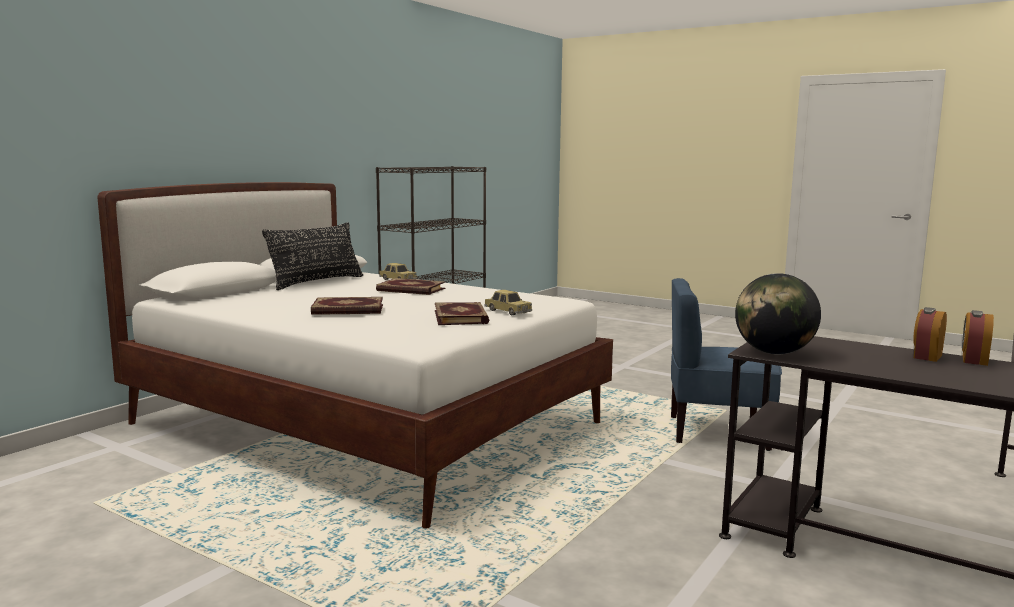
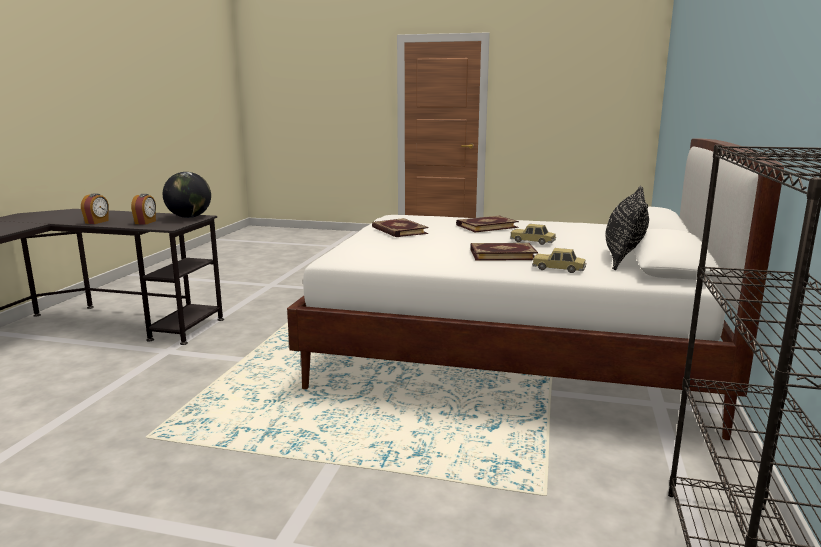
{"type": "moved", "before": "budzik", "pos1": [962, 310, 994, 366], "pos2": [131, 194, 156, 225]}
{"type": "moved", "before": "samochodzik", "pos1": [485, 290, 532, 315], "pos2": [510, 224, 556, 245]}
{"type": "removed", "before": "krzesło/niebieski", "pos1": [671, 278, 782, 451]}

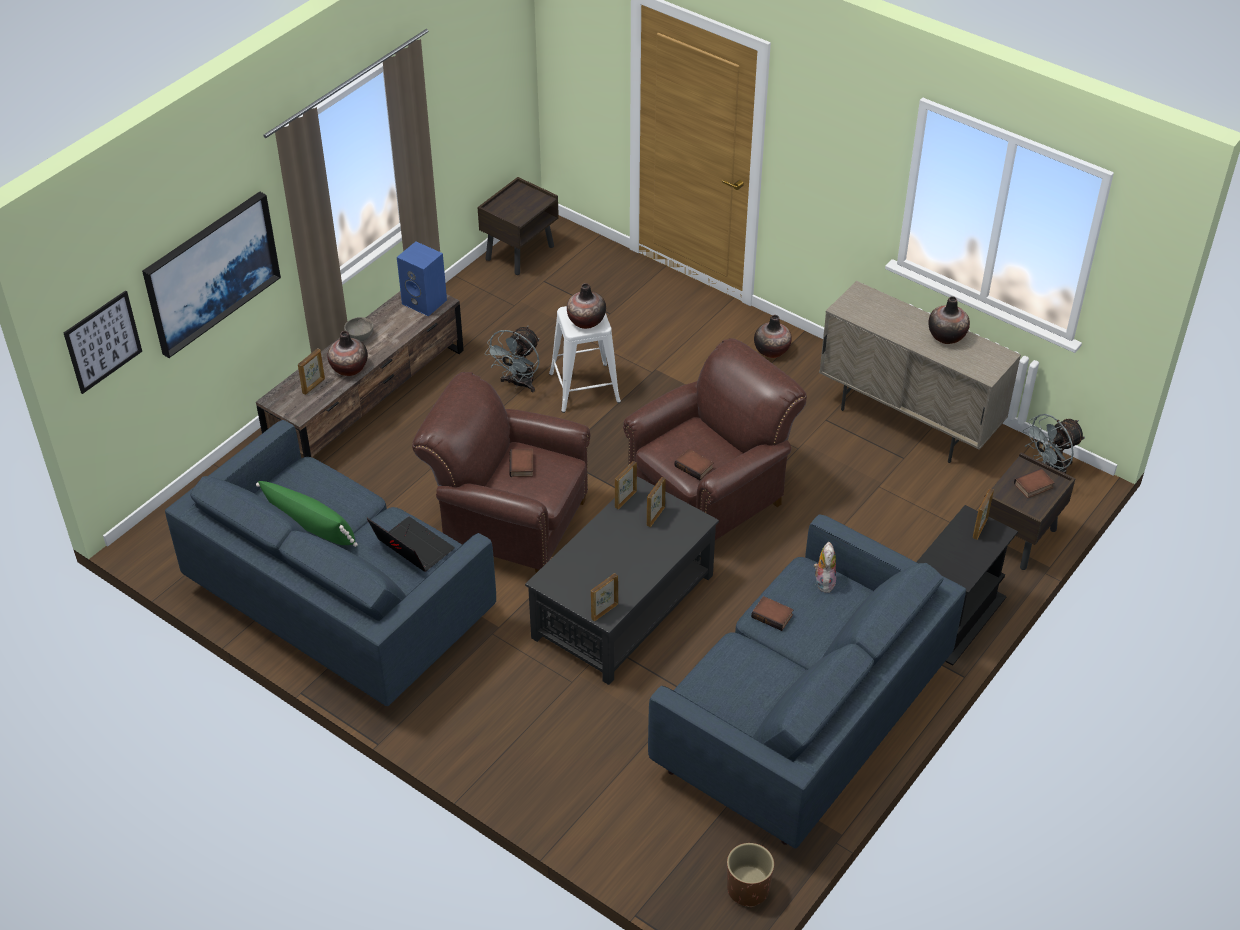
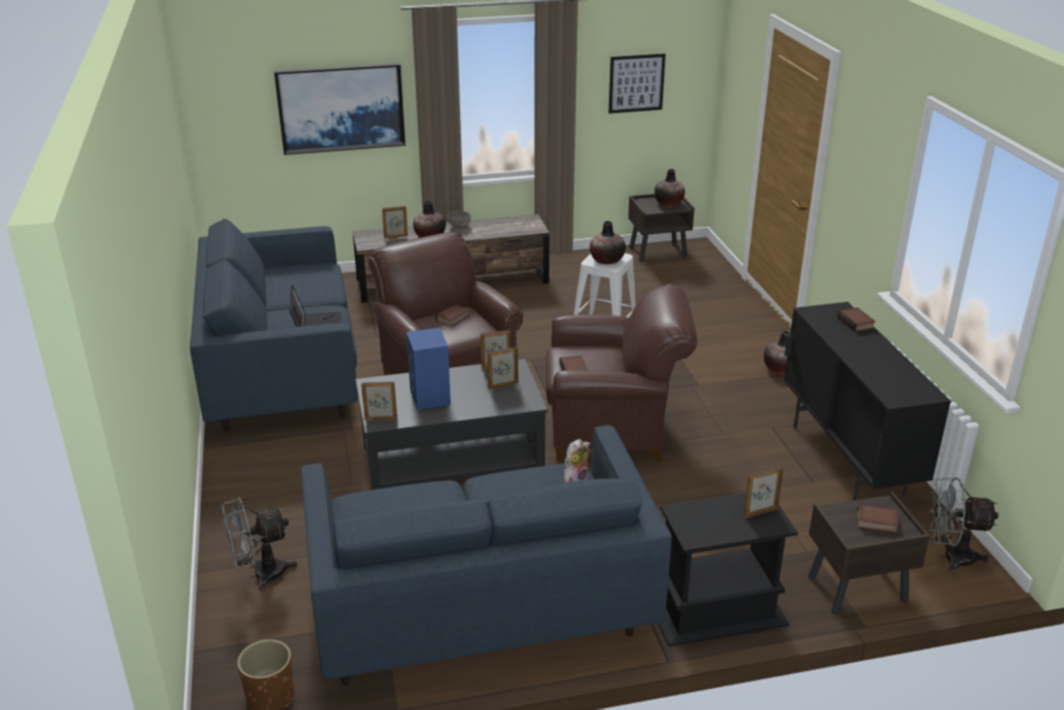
{"type": "moved", "before": "wentylator/szary", "pos1": [485, 326, 540, 392], "pos2": [222, 497, 297, 591]}
{"type": "moved", "before": "głośnik/niebieski", "pos1": [397, 241, 447, 316], "pos2": [406, 328, 451, 410]}
{"type": "moved", "before": "obraz", "pos1": [64, 290, 142, 394], "pos2": [609, 54, 666, 114]}
{"type": "moved", "before": "wazon", "pos1": [928, 296, 970, 344], "pos2": [654, 169, 685, 207]}
{"type": "recoloured", "before": "szafka/beżowy", "after": "szafka/czarny", "pos1": [819, 281, 1021, 463], "pos2": [784, 302, 951, 501]}
{"type": "moved", "before": "książka", "pos1": [751, 596, 794, 631], "pos2": [837, 307, 876, 332]}
{"type": "removed", "before": "poduszka/zielony", "pos1": [256, 481, 358, 547]}

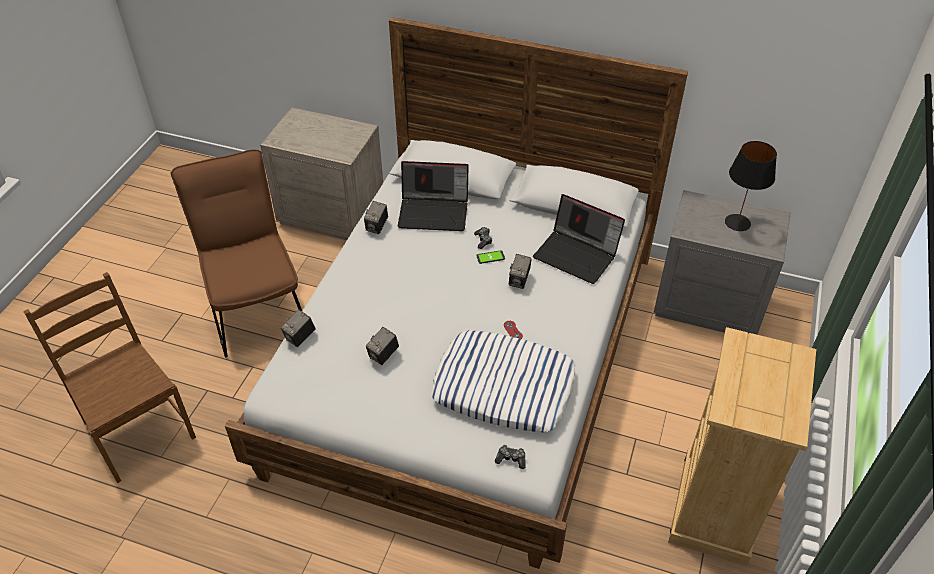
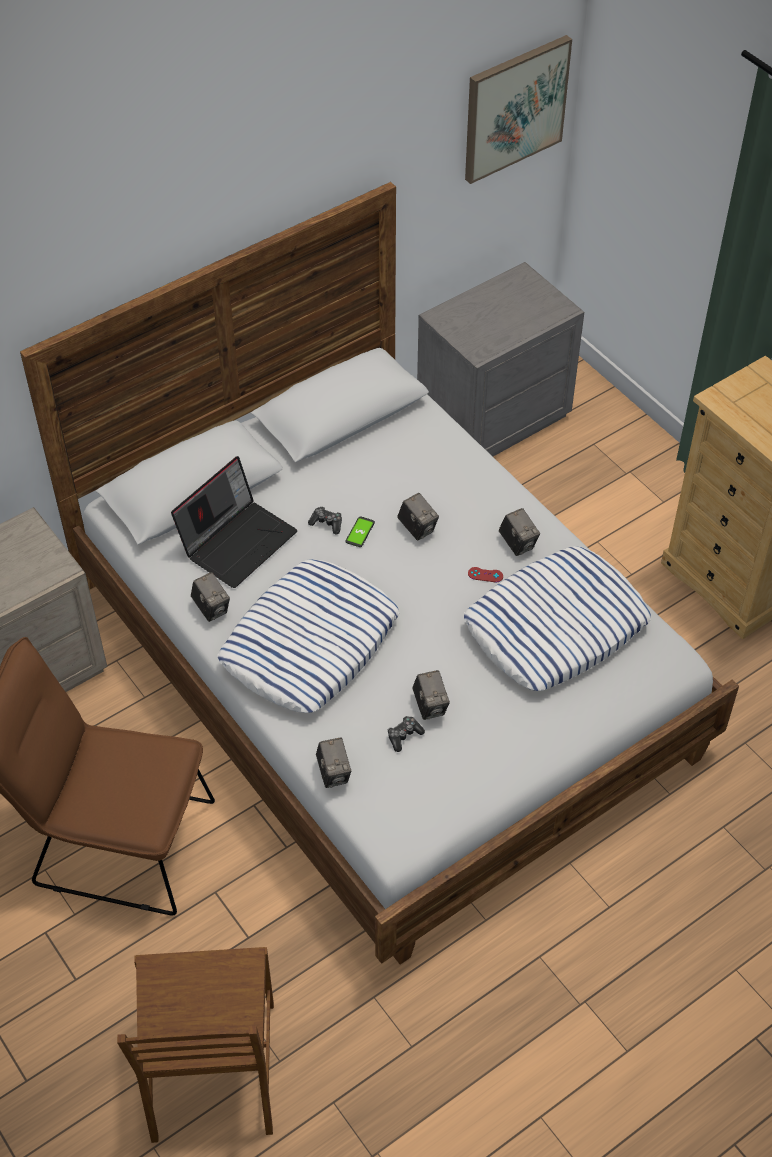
{"type": "turned", "before": "krzesło/brązowy", "pos1": [23, 272, 196, 483], "pos2": [117, 947, 274, 1143], "turn": -90}
{"type": "added", "after": "poduszka", "pos2": [218, 559, 399, 713]}
{"type": "moved", "before": "pad do gier", "pos1": [495, 445, 526, 469], "pos2": [387, 716, 425, 752]}
{"type": "added", "after": "obraz", "pos2": [465, 35, 572, 184]}
{"type": "added", "after": "aparat fotograficzny", "pos2": [499, 508, 540, 556]}
{"type": "removed", "before": "laptop", "pos1": [533, 194, 625, 284]}
{"type": "removed", "before": "lampa stołowa/czarny", "pos1": [725, 141, 777, 231]}

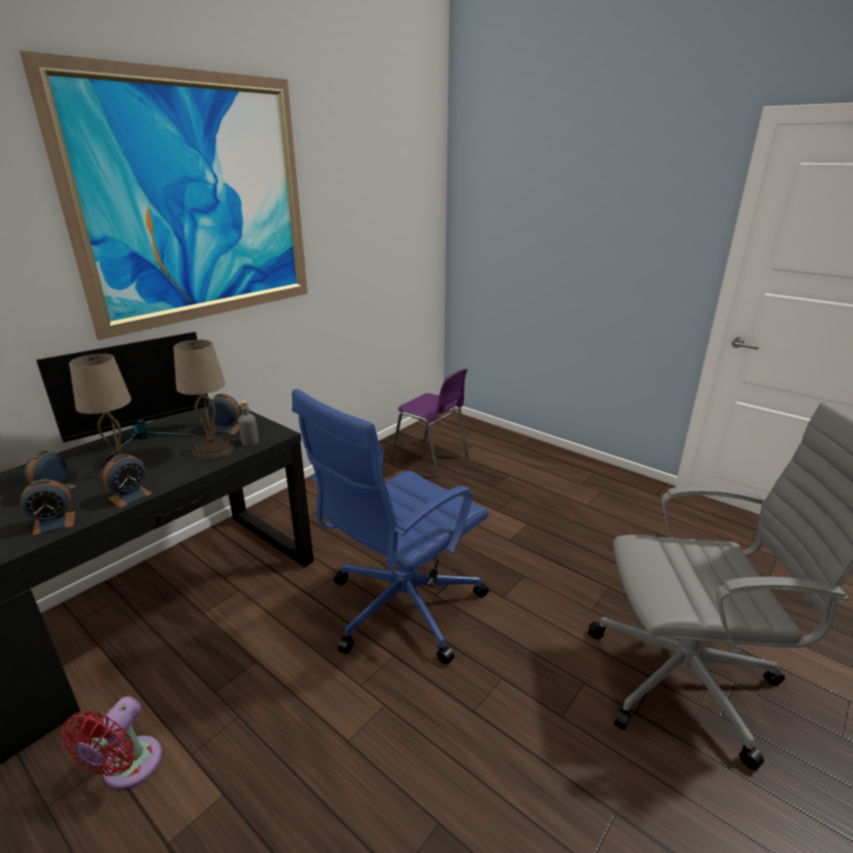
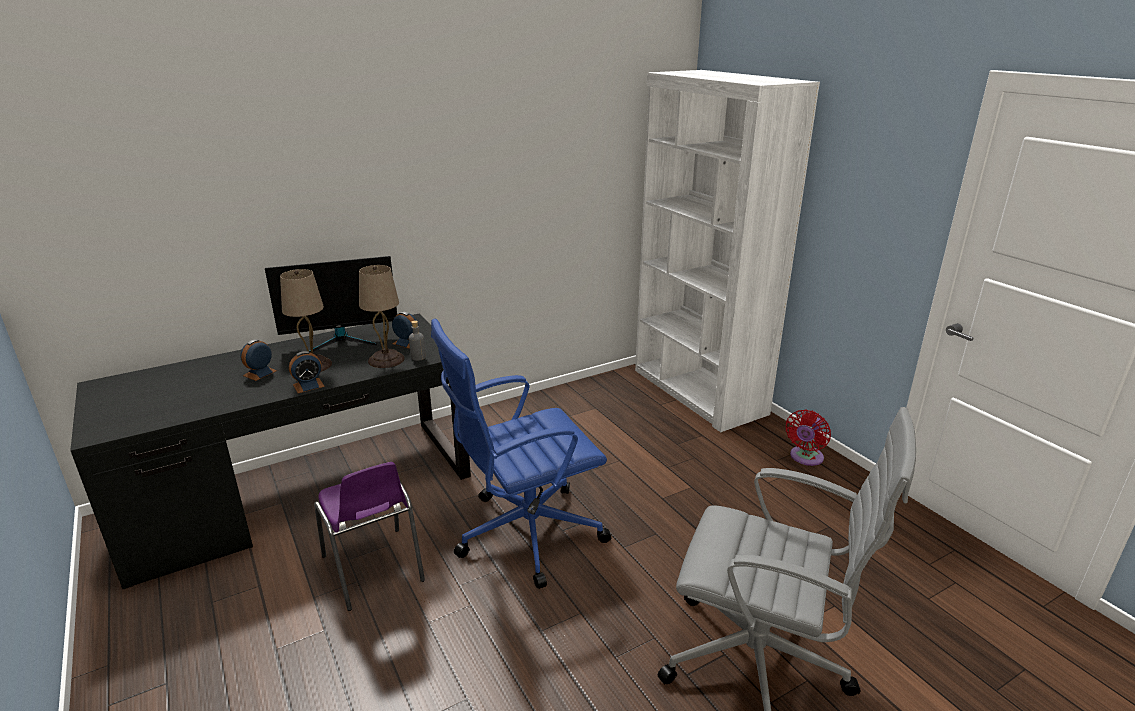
{"type": "moved", "before": "krzesło/fioletowy", "pos1": [391, 368, 469, 478], "pos2": [314, 462, 425, 611]}
{"type": "added", "after": "regał/biały", "pos2": [635, 70, 820, 432]}
{"type": "moved", "before": "wentylator/czerwony", "pos1": [61, 696, 162, 790], "pos2": [786, 409, 831, 466]}
{"type": "removed", "before": "obraz", "pos1": [19, 50, 308, 340]}
{"type": "removed", "before": "budzik", "pos1": [20, 479, 75, 536]}

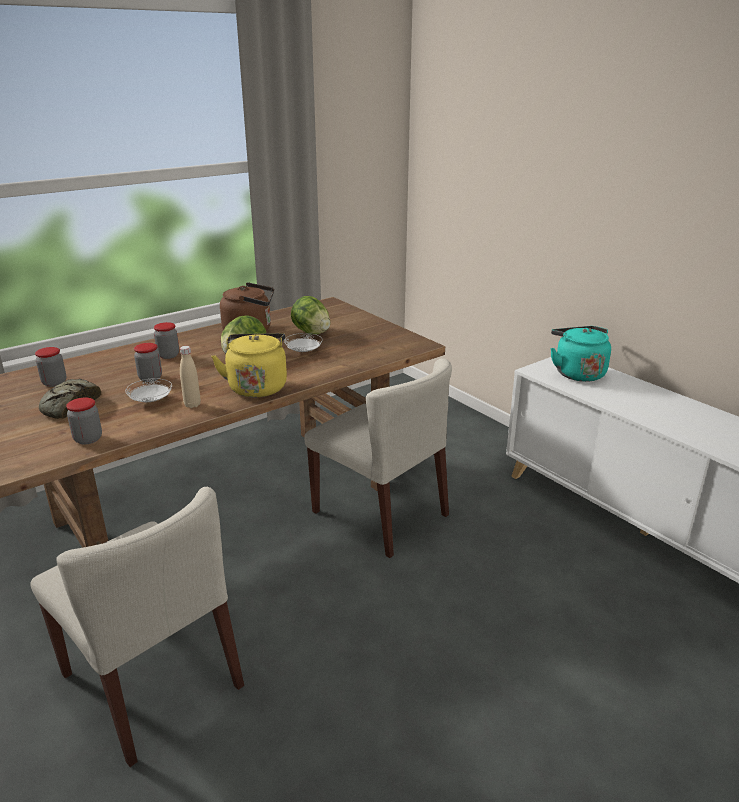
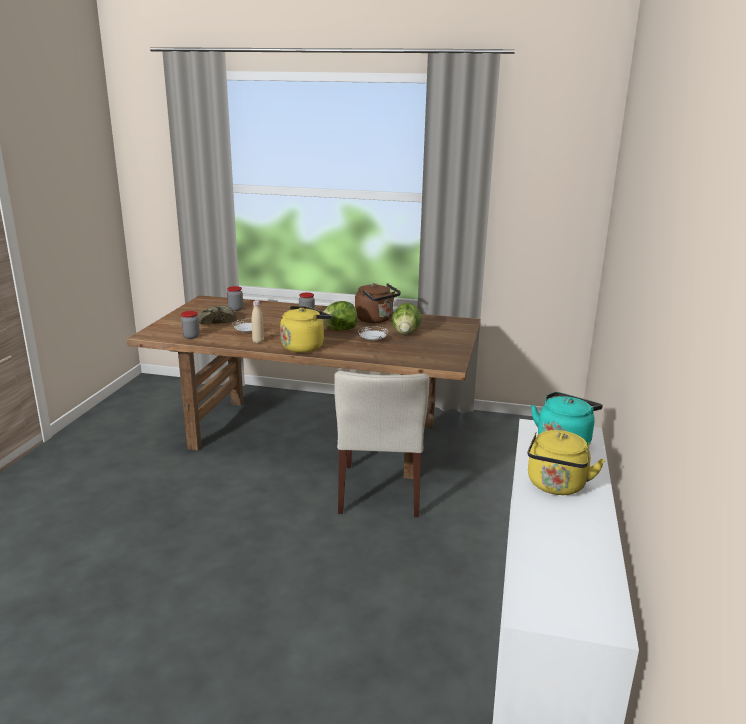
{"type": "added", "after": "czajnik/żółty", "pos2": [527, 430, 605, 495]}
{"type": "removed", "before": "krzesło/beżowy", "pos1": [30, 487, 244, 767]}
{"type": "removed", "before": "słoik", "pos1": [134, 343, 162, 382]}

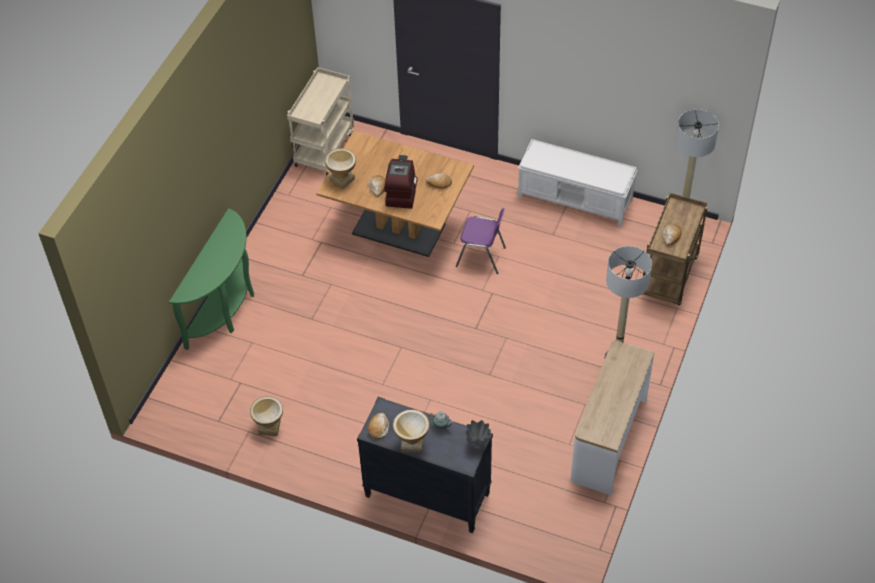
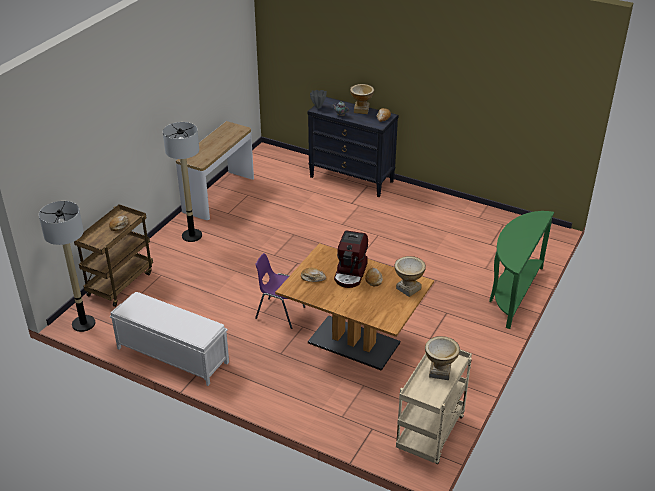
{"type": "moved", "before": "wazon", "pos1": [250, 396, 283, 436], "pos2": [425, 336, 460, 380]}

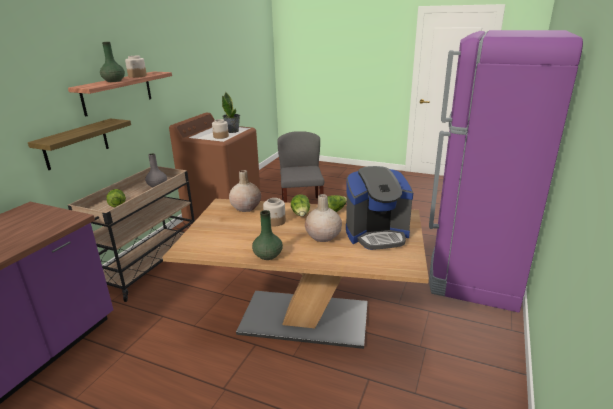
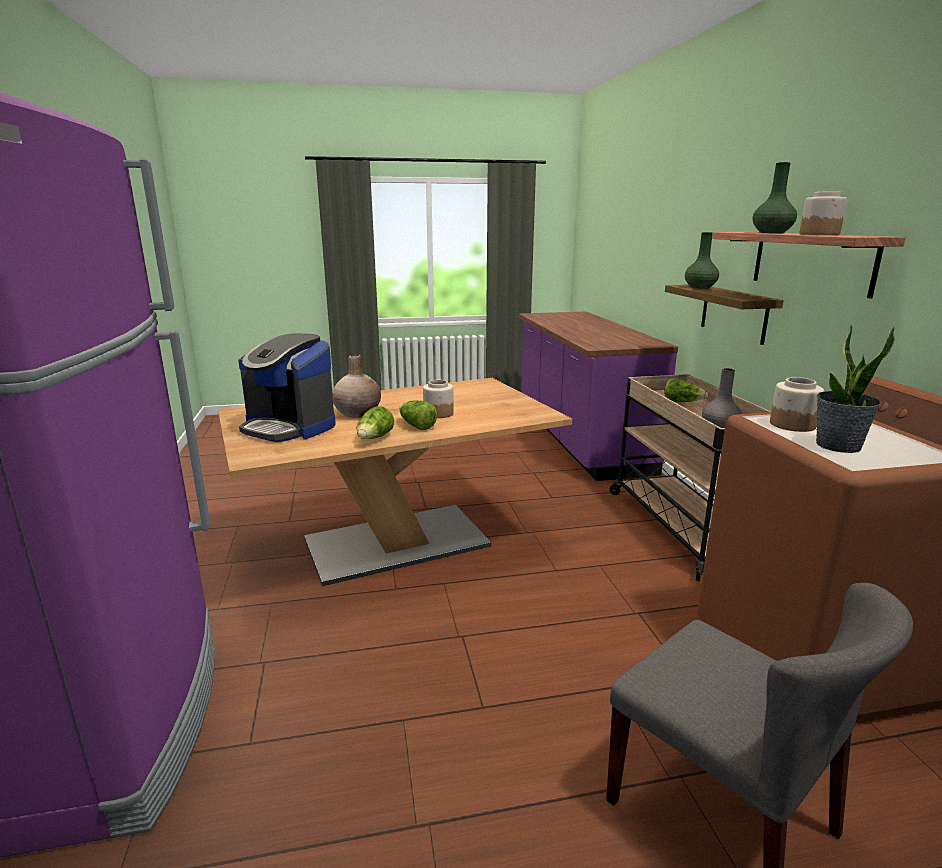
{"type": "turned", "before": "ekspres do kawy", "pos1": [346, 166, 413, 250], "pos2": [238, 333, 336, 442], "turn": -105}
{"type": "moved", "before": "wazon/zielony", "pos1": [252, 210, 283, 260], "pos2": [685, 232, 719, 289]}
{"type": "removed", "before": "wazon/beżowy", "pos1": [229, 170, 261, 212]}

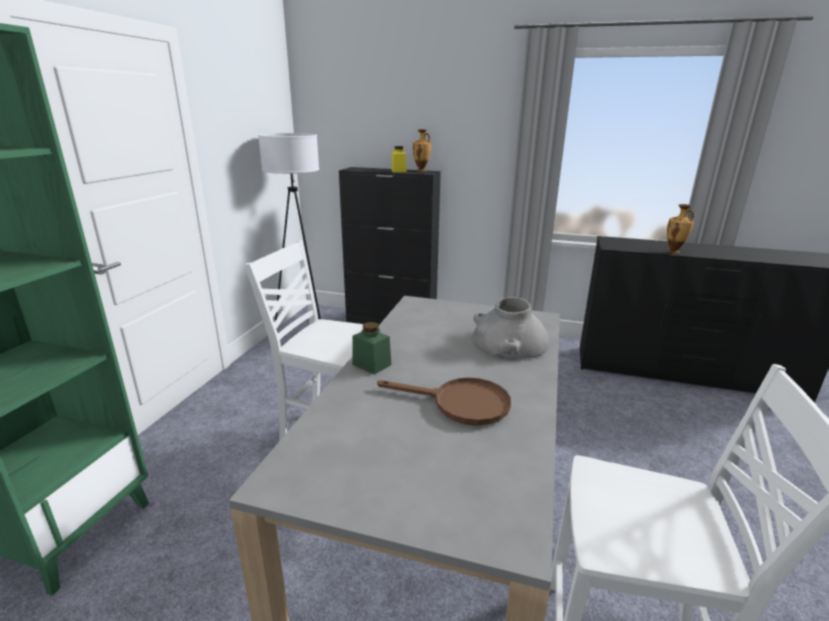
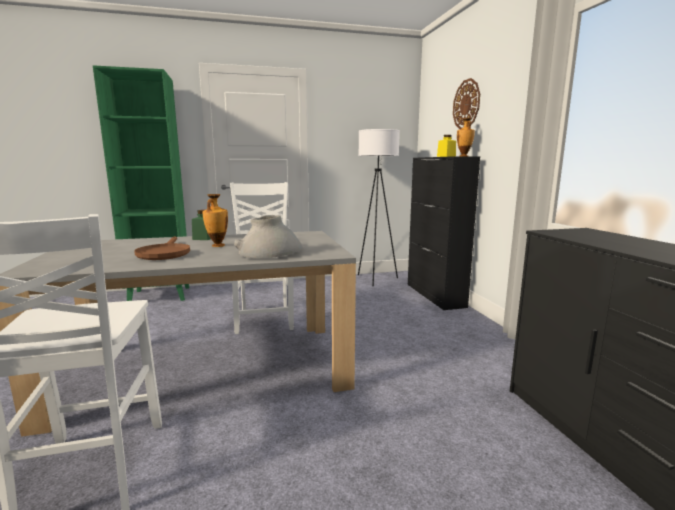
{"type": "moved", "before": "wazon", "pos1": [667, 204, 694, 254], "pos2": [203, 194, 228, 247]}
{"type": "added", "after": "zegar ścienny", "pos2": [453, 78, 480, 129]}

